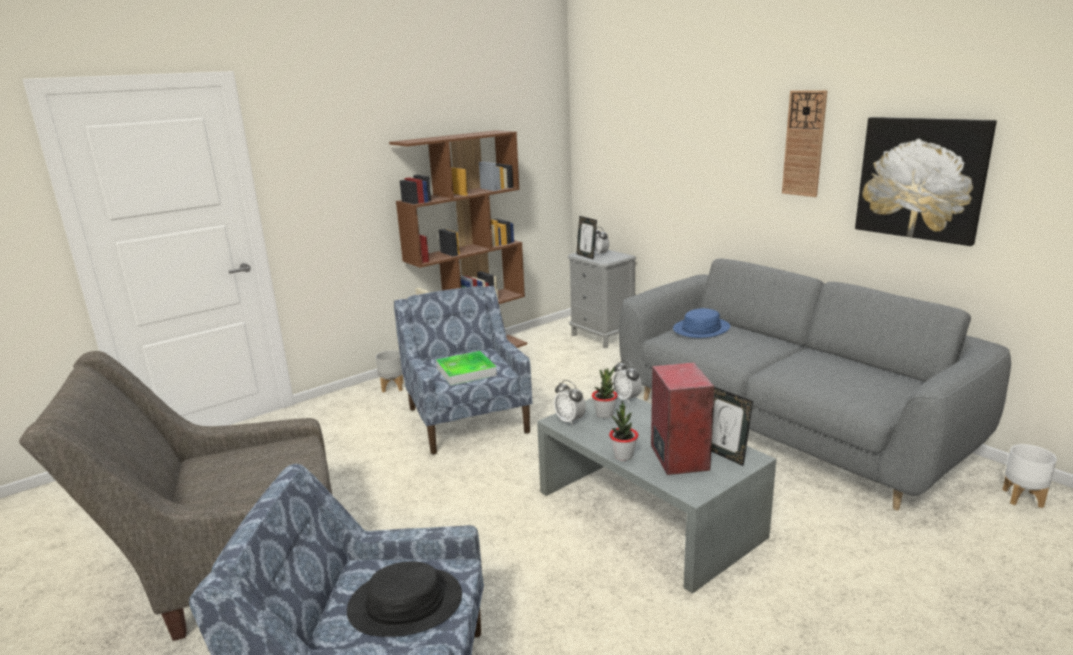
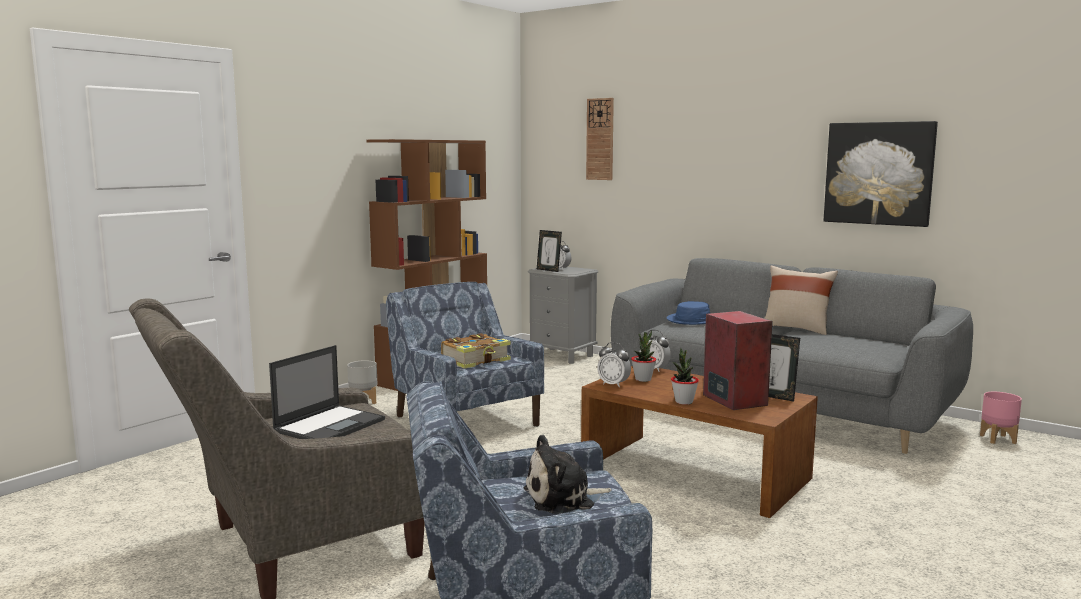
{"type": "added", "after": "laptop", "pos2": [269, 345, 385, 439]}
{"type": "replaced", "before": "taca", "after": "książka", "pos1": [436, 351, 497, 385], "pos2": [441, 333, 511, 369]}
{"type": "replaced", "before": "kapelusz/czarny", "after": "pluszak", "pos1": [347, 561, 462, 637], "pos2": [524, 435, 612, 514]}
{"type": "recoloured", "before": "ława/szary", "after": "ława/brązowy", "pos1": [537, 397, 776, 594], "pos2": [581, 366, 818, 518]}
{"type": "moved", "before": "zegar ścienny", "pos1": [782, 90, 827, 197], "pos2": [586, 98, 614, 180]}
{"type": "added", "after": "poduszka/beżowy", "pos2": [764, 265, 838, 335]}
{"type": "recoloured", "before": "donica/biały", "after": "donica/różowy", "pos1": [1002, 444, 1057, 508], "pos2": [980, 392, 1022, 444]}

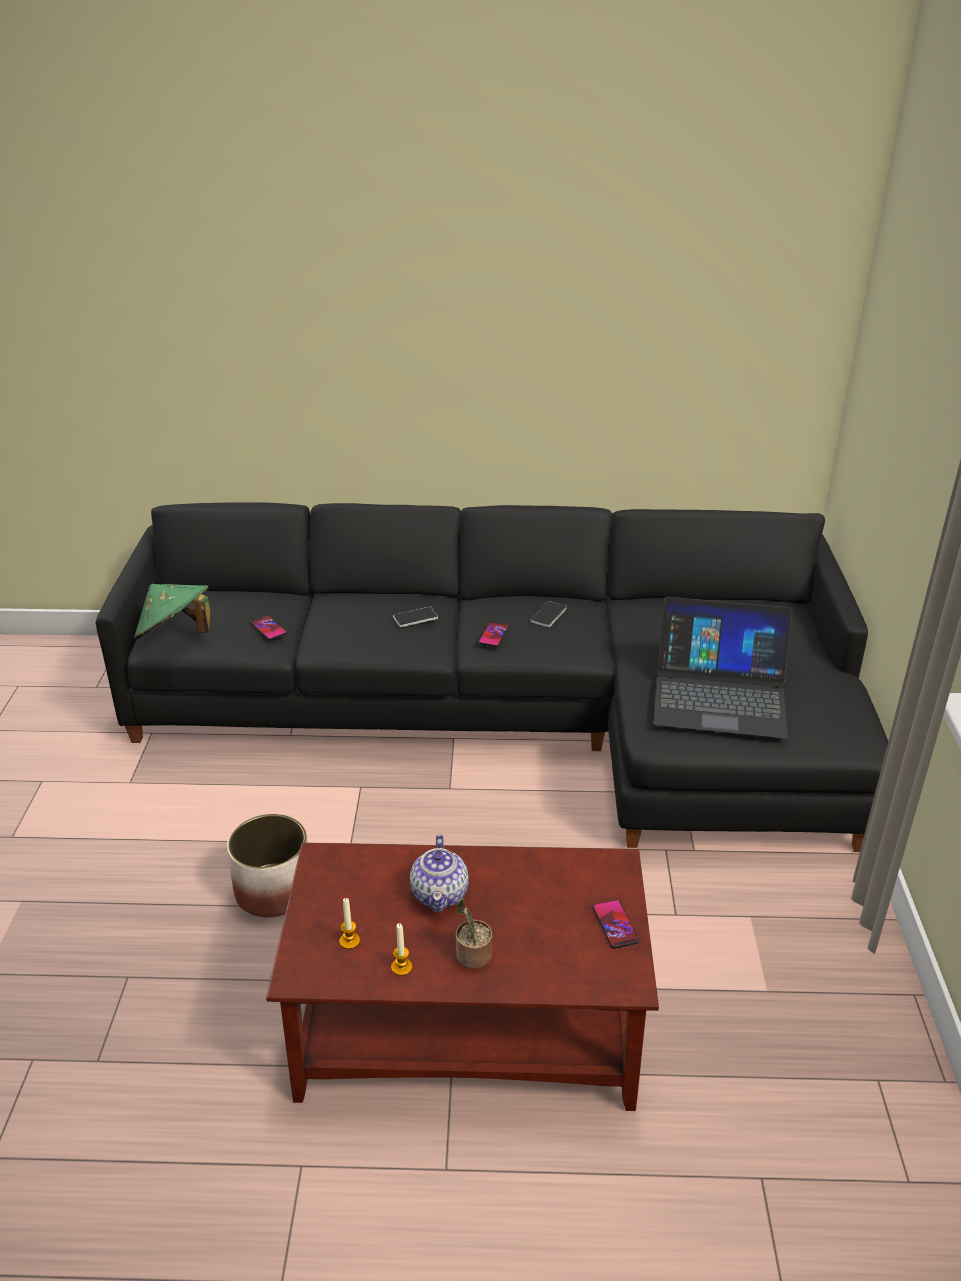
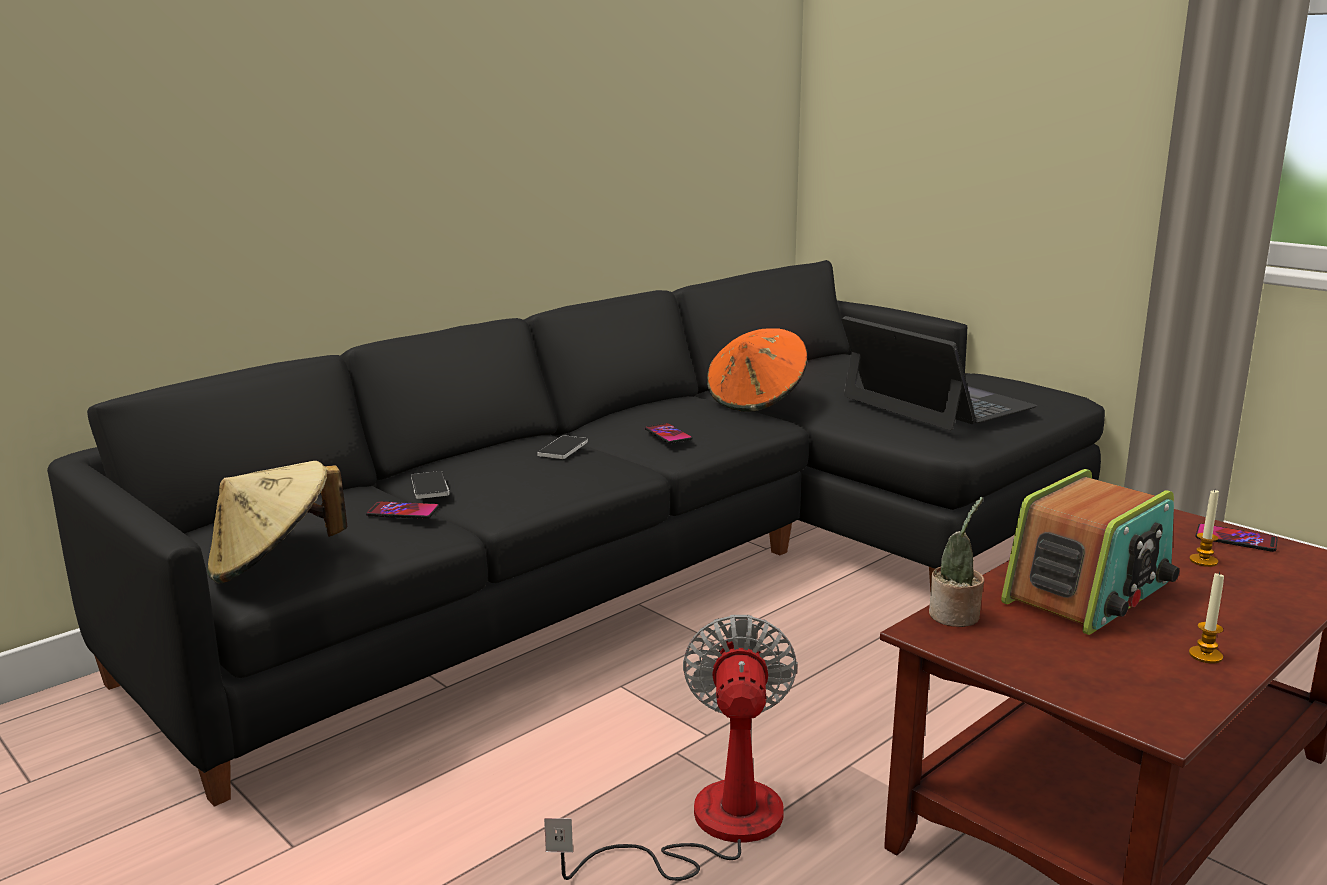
{"type": "recoloured", "before": "kapelusz/zielony", "after": "kapelusz/beżowy", "pos1": [134, 584, 210, 640], "pos2": [207, 461, 347, 584]}
{"type": "moved", "before": "telefon", "pos1": [531, 601, 566, 627], "pos2": [411, 471, 450, 499]}
{"type": "replaced", "before": "donica", "after": "wentylator", "pos1": [227, 814, 308, 917], "pos2": [544, 615, 798, 881]}
{"type": "added", "after": "kapelusz/pomarańczowy", "pos2": [707, 328, 808, 412]}
{"type": "turned", "before": "laptop", "pos1": [653, 597, 793, 739], "pos2": [841, 316, 1037, 430], "turn": -90}
{"type": "moved", "before": "roślina doniczkowa", "pos1": [456, 898, 492, 969], "pos2": [929, 497, 984, 627]}
{"type": "replaced", "before": "imbryk", "after": "radio", "pos1": [410, 834, 469, 913], "pos2": [1001, 469, 1179, 635]}
{"type": "moved", "before": "świeca", "pos1": [339, 898, 360, 949], "pos2": [1189, 490, 1219, 567]}

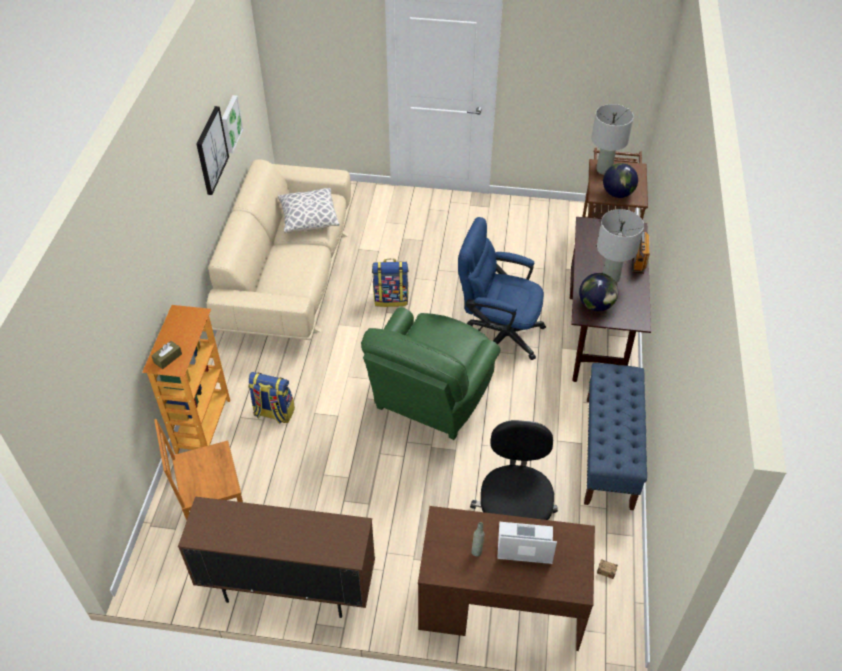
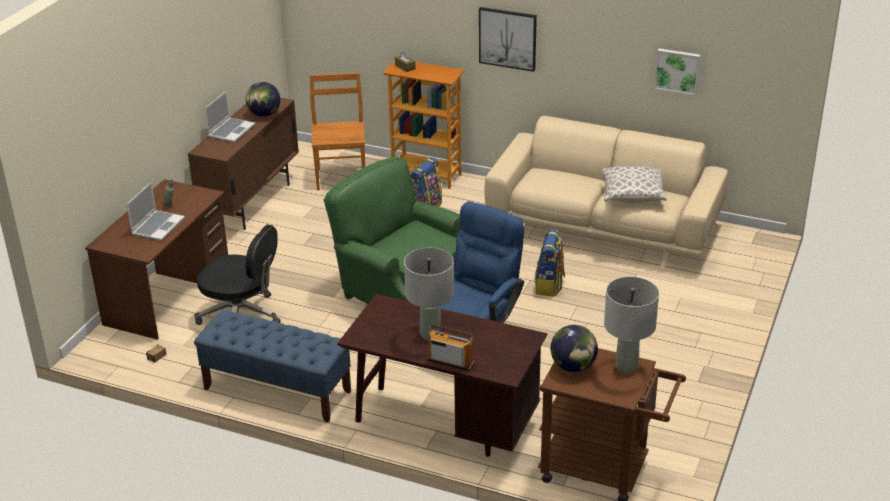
{"type": "added", "after": "laptop", "pos2": [204, 91, 255, 142]}
{"type": "moved", "before": "globus", "pos1": [579, 273, 618, 311], "pos2": [246, 82, 280, 117]}
{"type": "moved", "before": "obraz", "pos1": [197, 106, 229, 195], "pos2": [479, 7, 537, 72]}

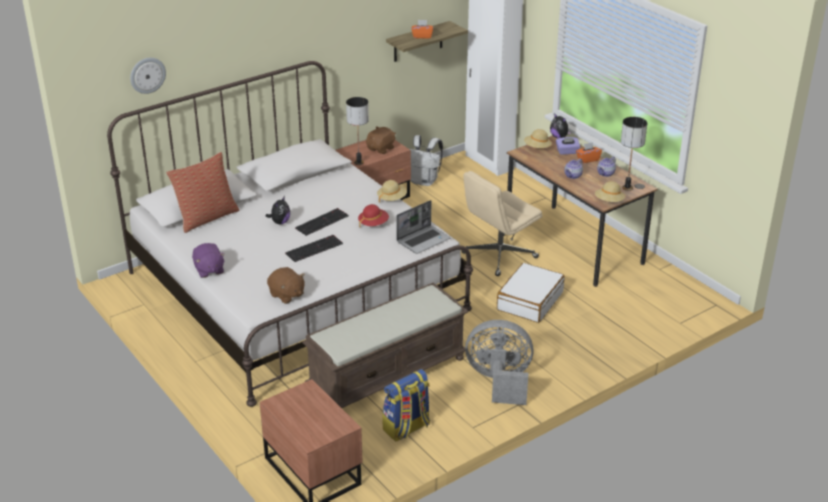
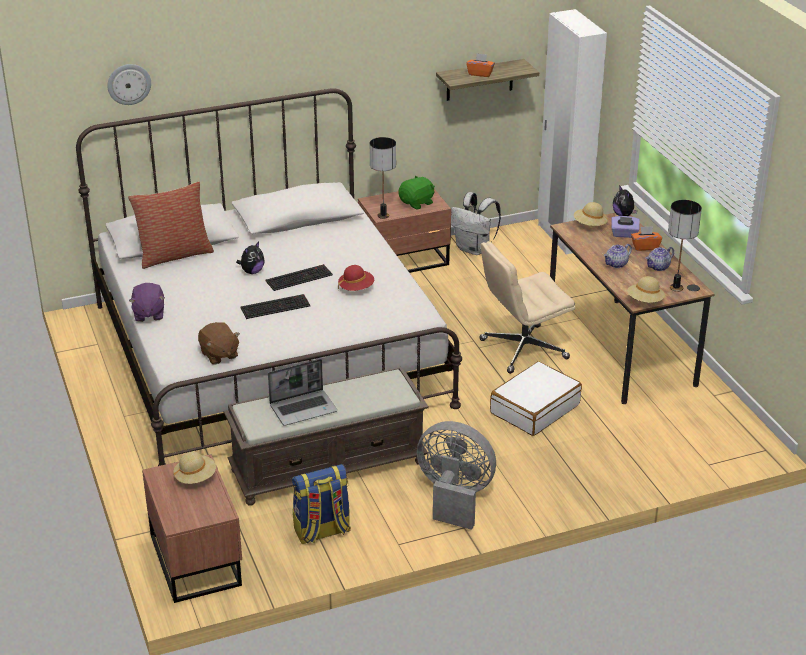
{"type": "moved", "before": "kapelusz/beżowy", "pos1": [377, 180, 407, 203], "pos2": [174, 451, 216, 484]}
{"type": "moved", "before": "laptop", "pos1": [396, 200, 451, 254], "pos2": [268, 359, 337, 426]}
{"type": "recoloured", "before": "pluszak/brązowy", "after": "pluszak/zielony", "pos1": [366, 126, 396, 154], "pos2": [399, 175, 435, 210]}

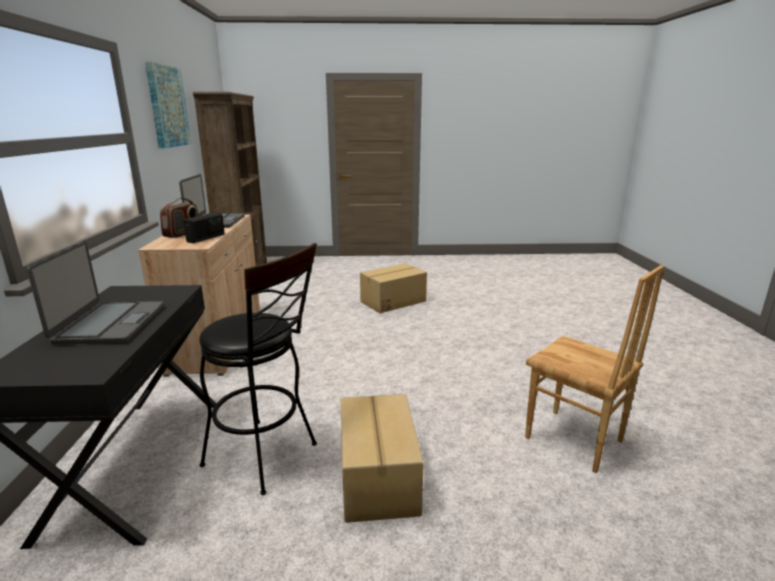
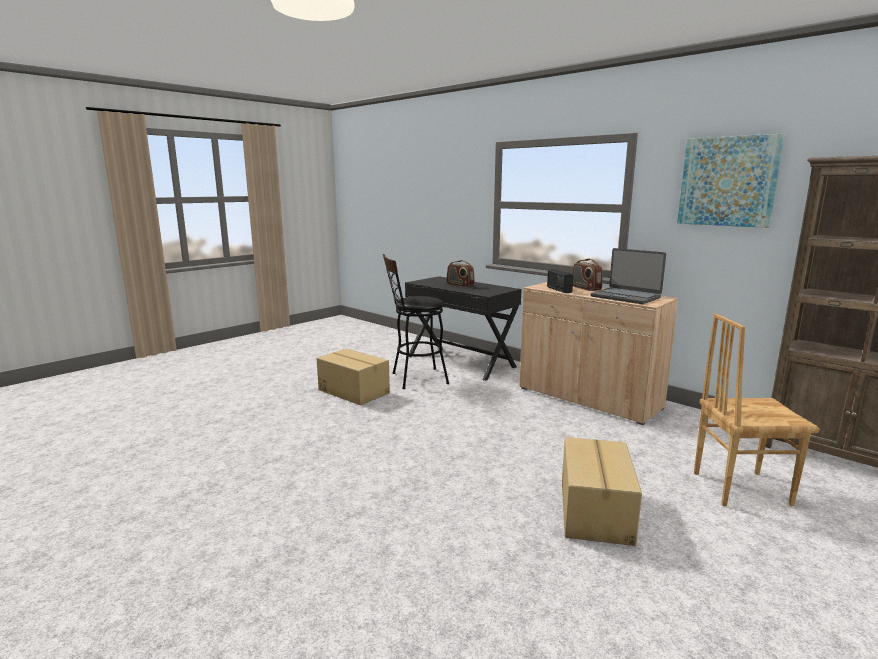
{"type": "replaced", "before": "laptop", "after": "radio", "pos1": [27, 241, 164, 345], "pos2": [447, 260, 475, 287]}
{"type": "moved", "before": "krzesło/brązowy", "pos1": [525, 265, 664, 473], "pos2": [694, 314, 820, 506]}

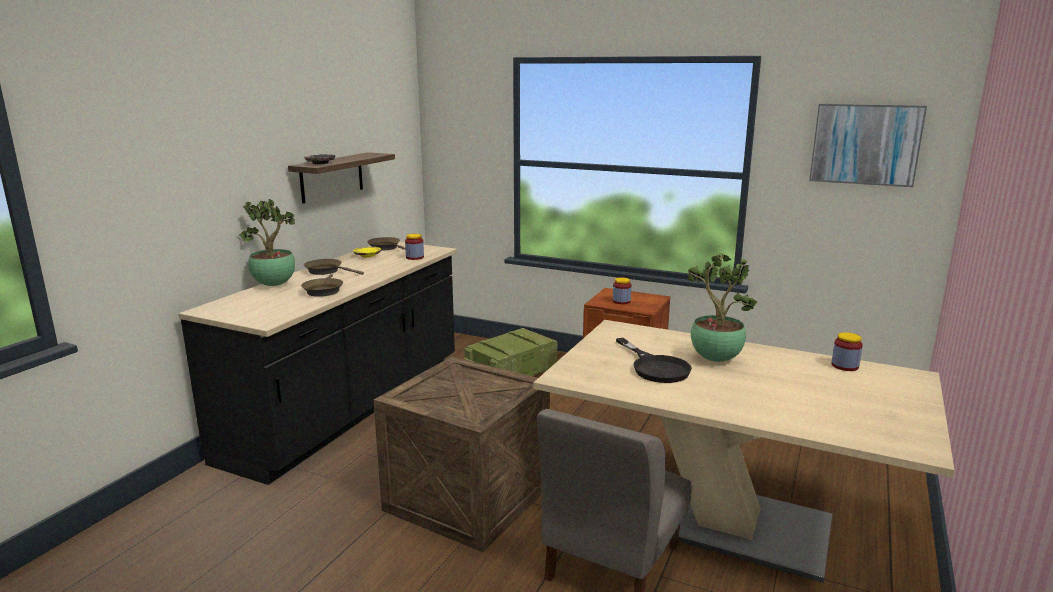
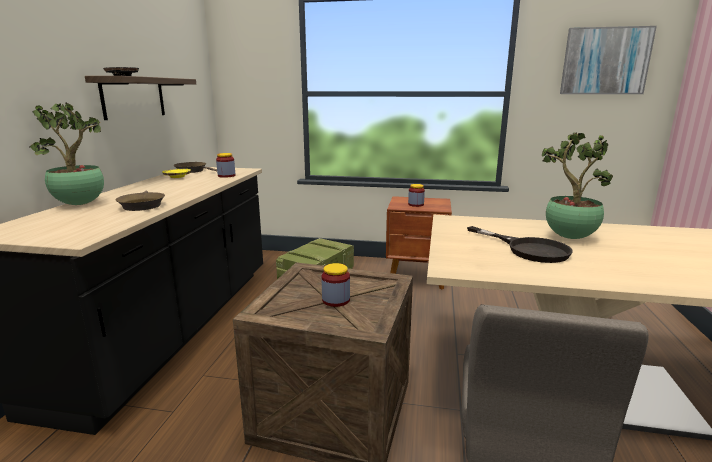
{"type": "moved", "before": "słoik", "pos1": [832, 332, 863, 371], "pos2": [321, 263, 350, 307]}
{"type": "removed", "before": "patelnia/brązowy", "pos1": [304, 259, 364, 275]}

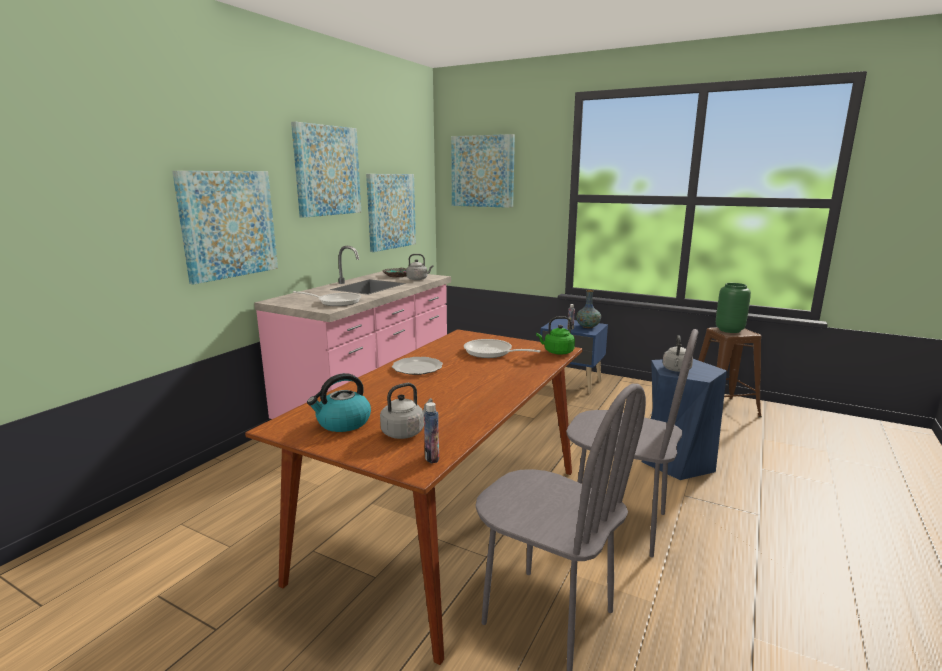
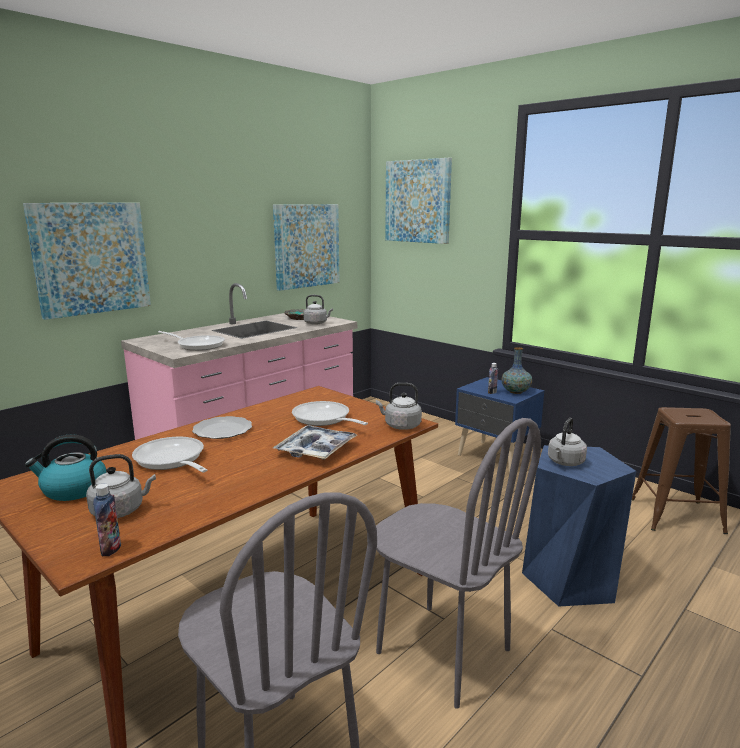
{"type": "added", "after": "patelnia", "pos2": [132, 437, 207, 473]}
{"type": "added", "after": "taca", "pos2": [273, 425, 357, 460]}
{"type": "recoloured", "before": "czajnik/zielony", "after": "czajnik/szary", "pos1": [536, 316, 575, 355], "pos2": [376, 383, 422, 430]}
{"type": "removed", "before": "obraz", "pos1": [291, 122, 361, 218]}
{"type": "removed", "before": "wazon/zielony", "pos1": [716, 283, 751, 333]}

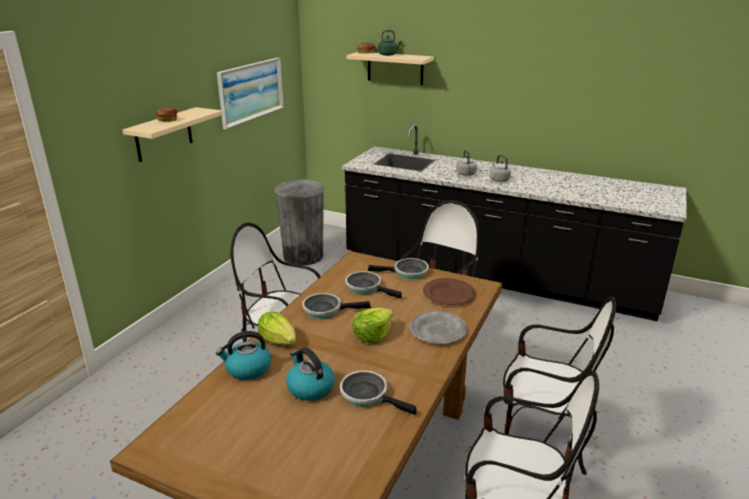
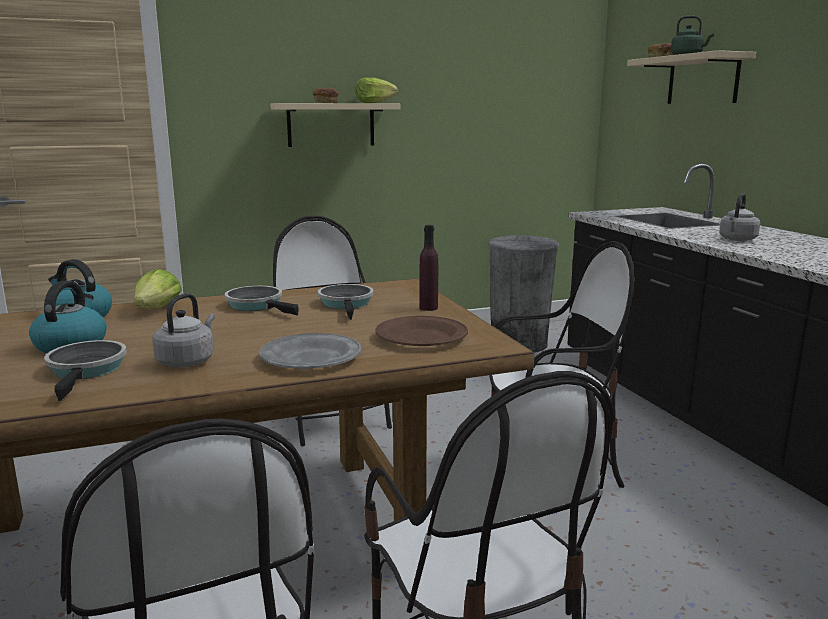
{"type": "moved", "before": "czajnik/szary", "pos1": [490, 155, 511, 182], "pos2": [152, 293, 215, 368]}
{"type": "moved", "before": "sałata", "pos1": [352, 308, 393, 344], "pos2": [356, 77, 398, 103]}
{"type": "replaced", "before": "patelnia", "after": "butelka/fioletowy", "pos1": [368, 258, 429, 279], "pos2": [419, 225, 438, 311]}
{"type": "removed", "before": "obraz", "pos1": [217, 58, 284, 129]}

